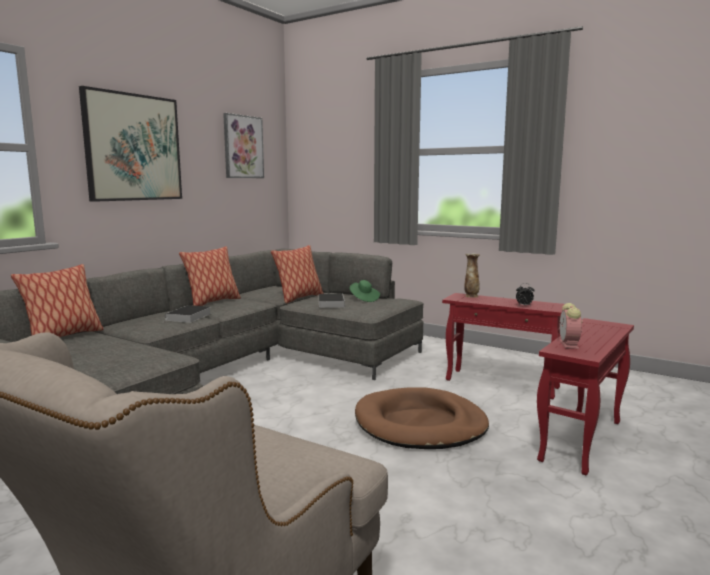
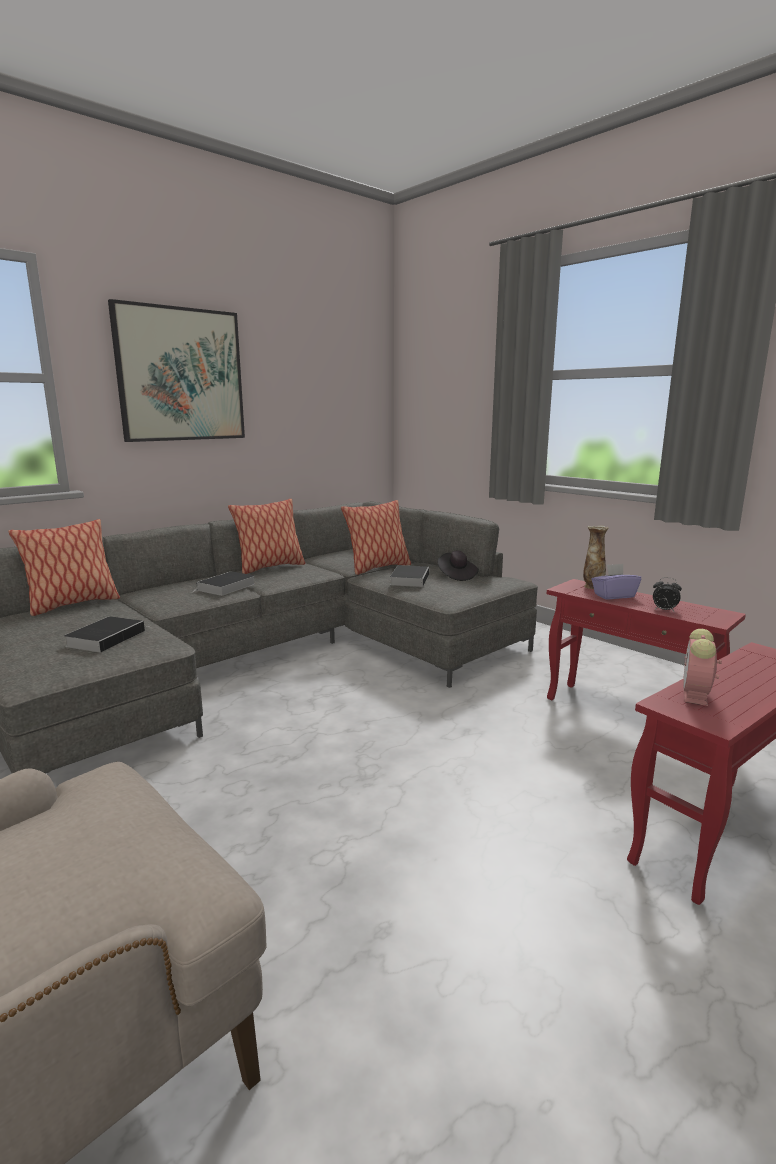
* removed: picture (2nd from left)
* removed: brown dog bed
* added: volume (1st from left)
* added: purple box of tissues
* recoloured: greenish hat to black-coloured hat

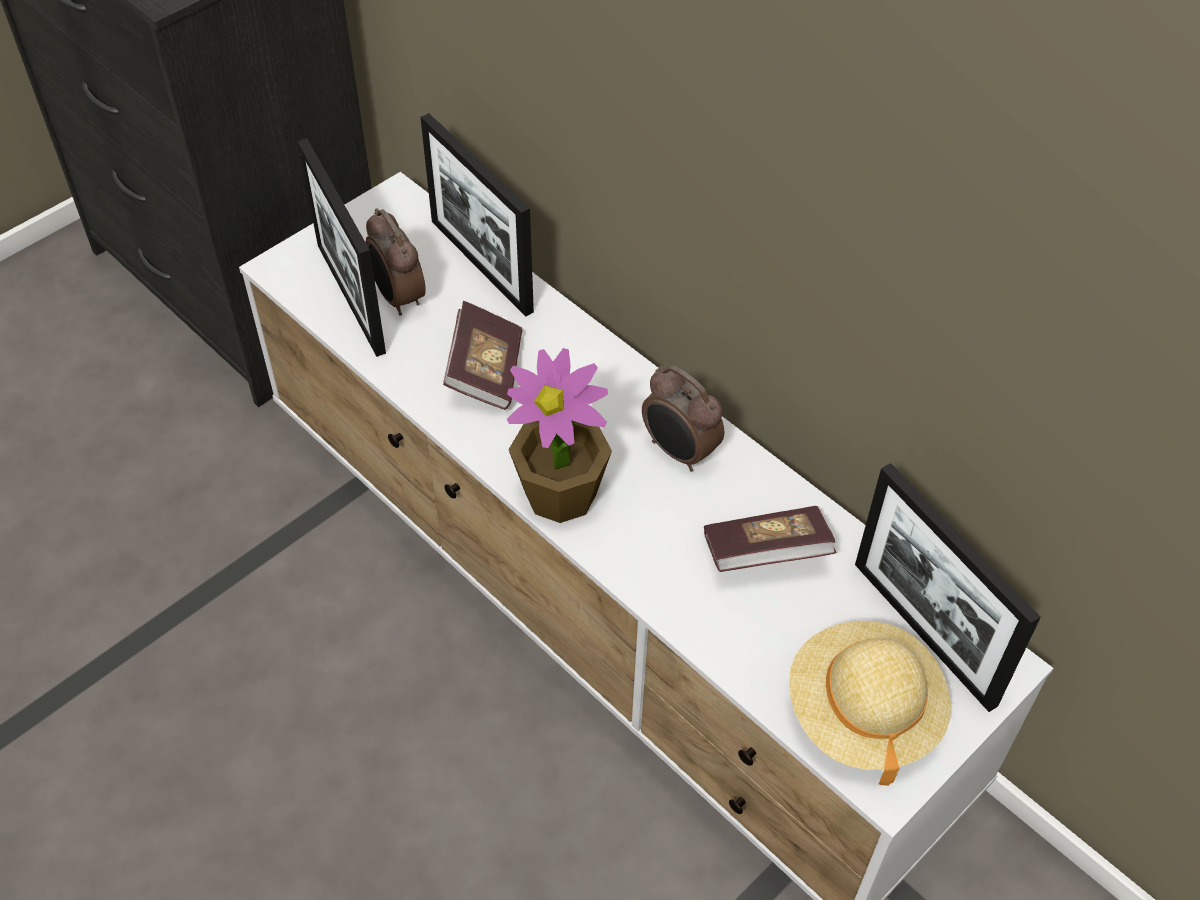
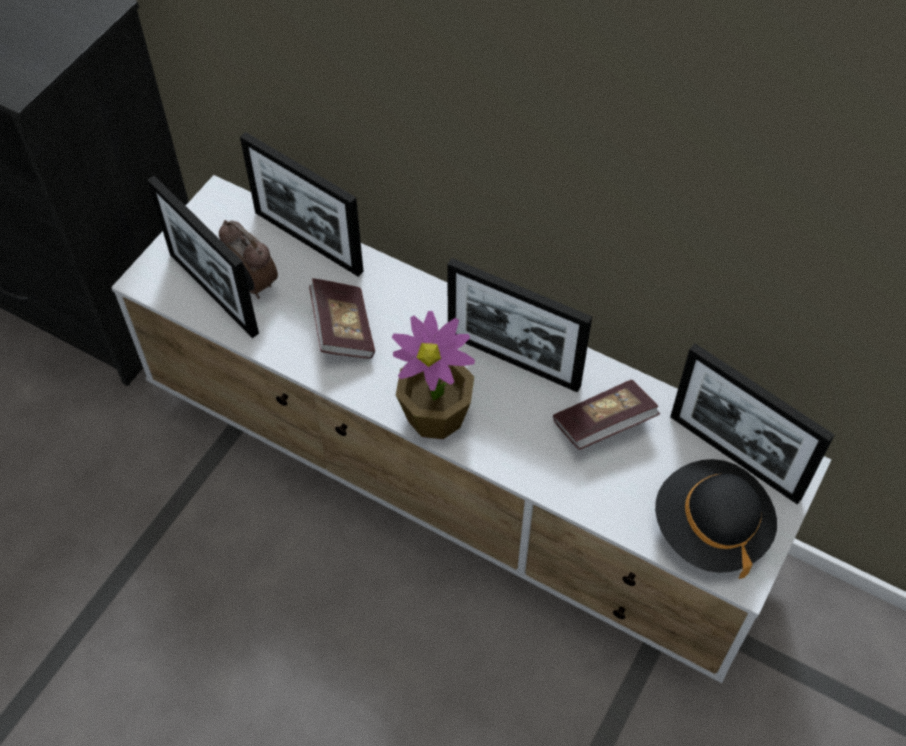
* replaced: table clock (2nd from left) to standing frame (3rd from left)
* recoloured: beige-coloured hat to black-coloured hat

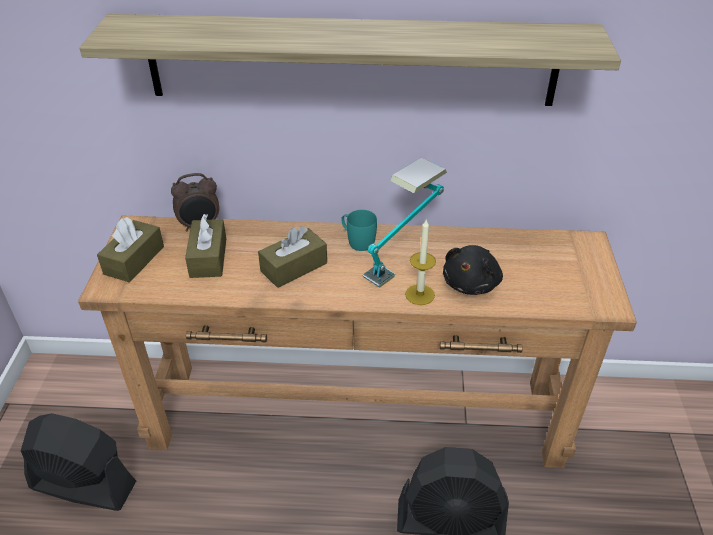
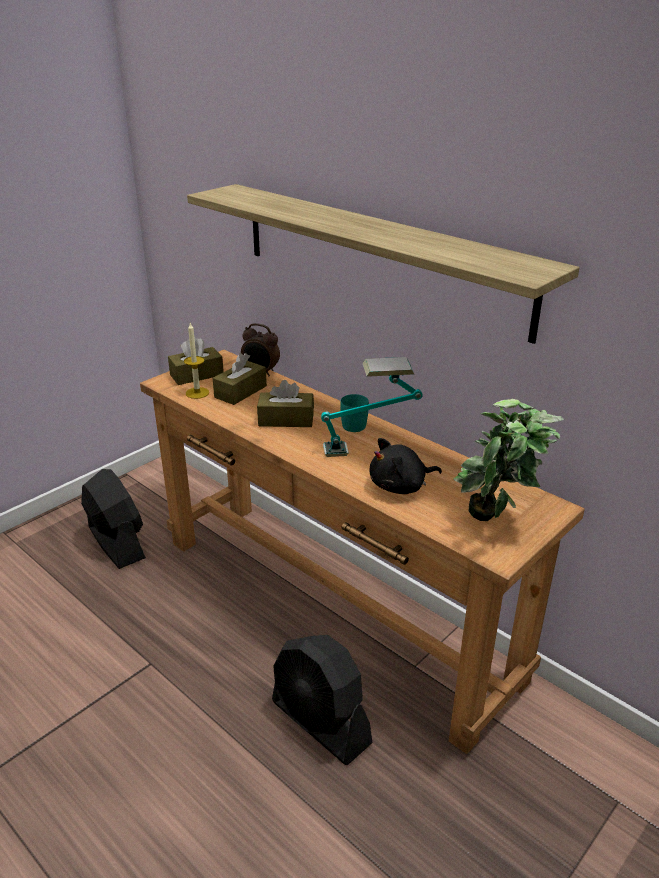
* added: houseplant
* moved: wax light

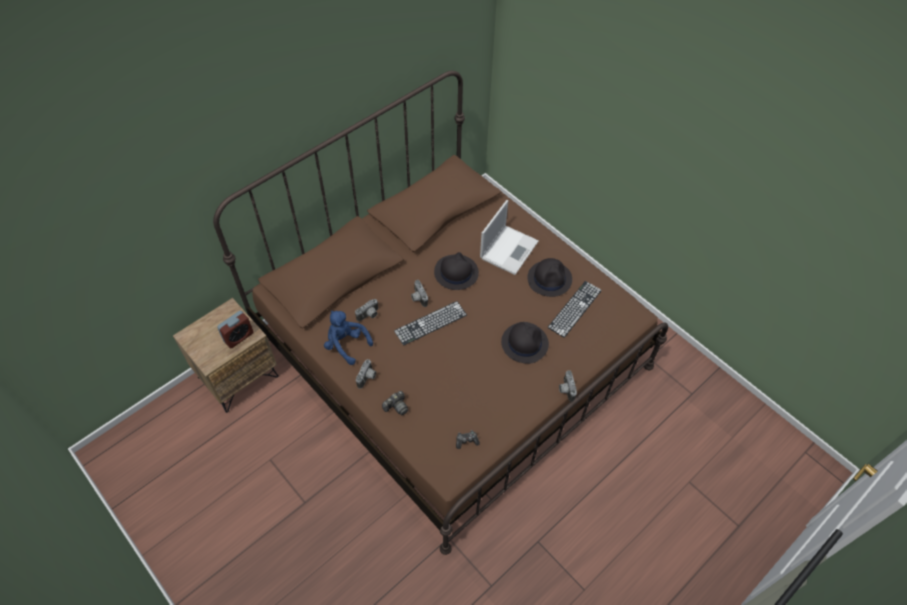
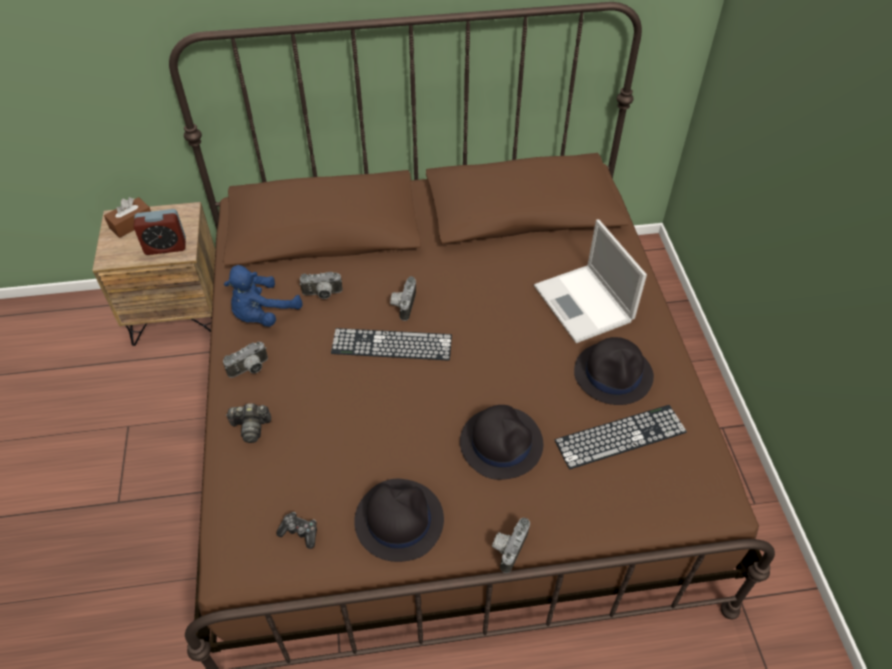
* added: brown box of tissues
* moved: black-coloured hat (1st from left)
* turned: blue-coloured plush toy 120 degrees counterclockwise
* turned: notebook computer 90 degrees clockwise

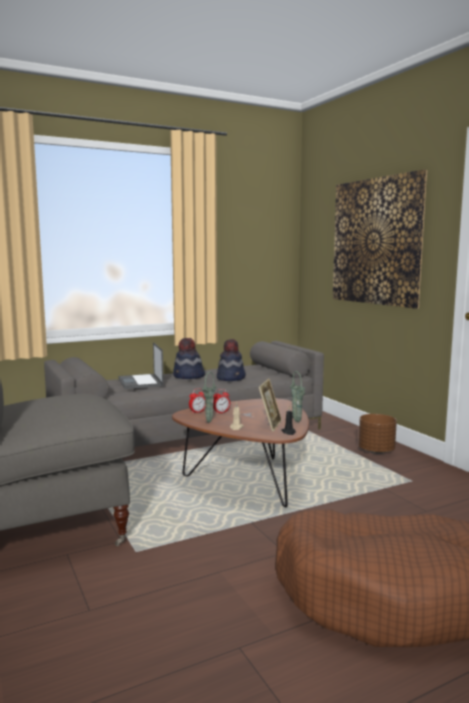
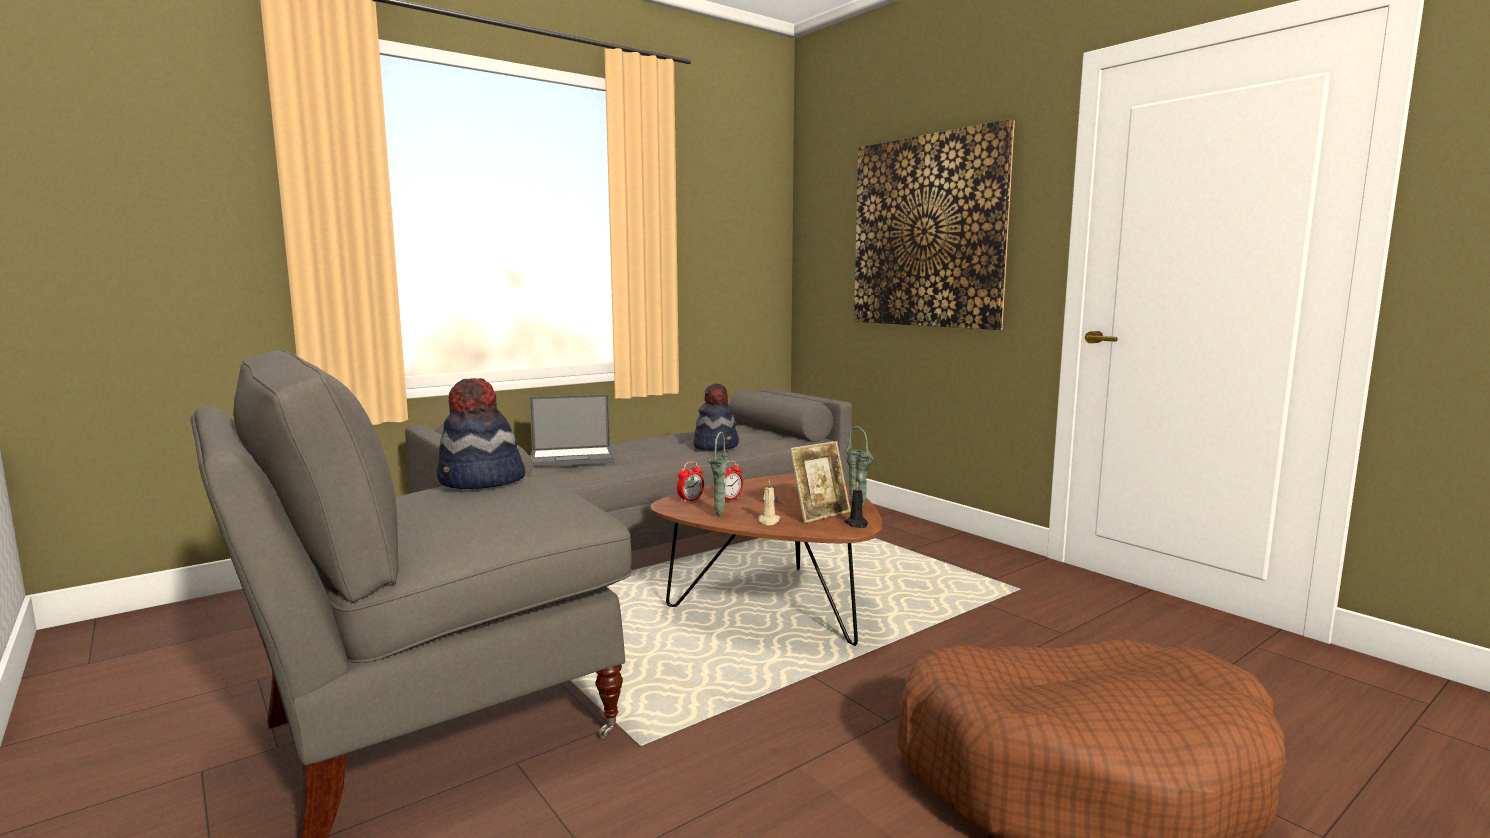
* removed: brown plant pot
* moved: hat (1st from left)
* turned: notebook computer 75 degrees counterclockwise
* turned: standing frame 45 degrees clockwise

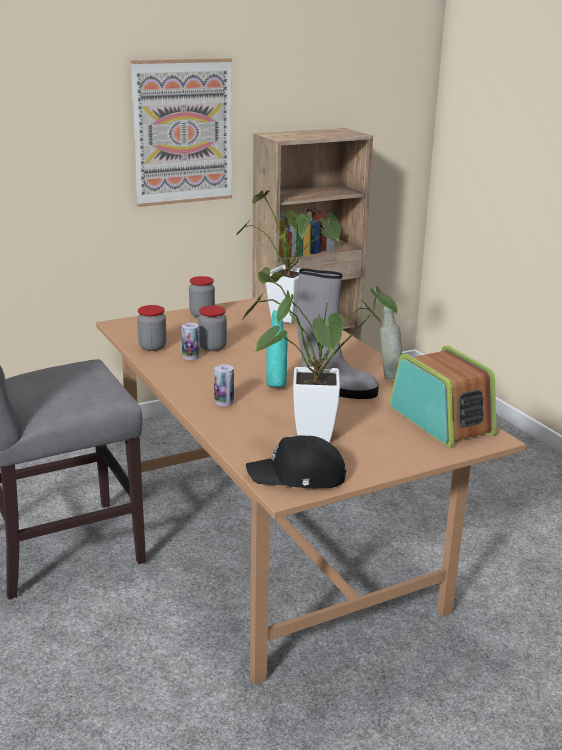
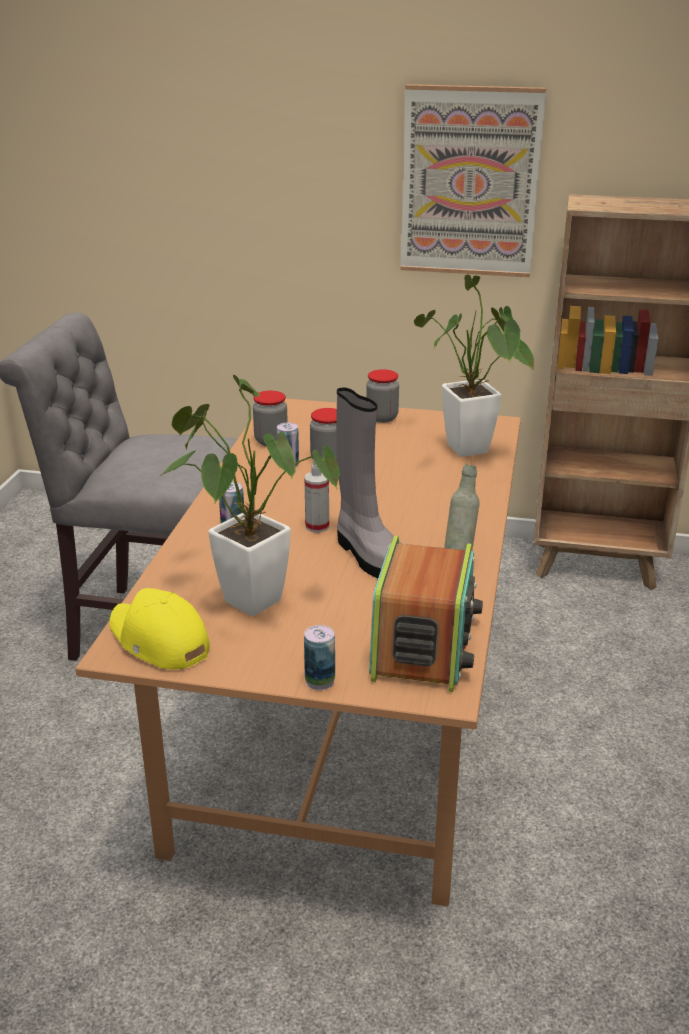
* added: sealed can (3rd from left)
* replaced: blue-green bottle to sprayer
* recoloured: black-coloured peaked cap to yellow-coloured peaked cap

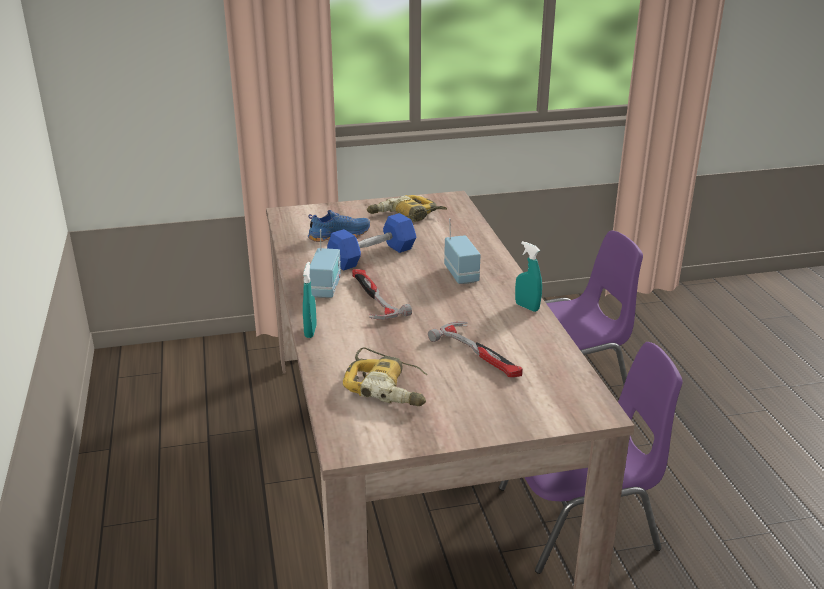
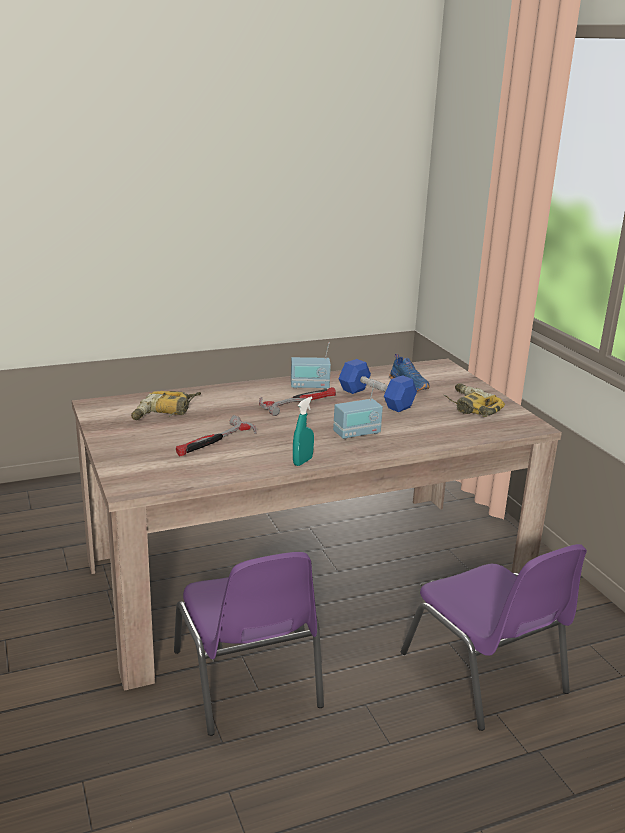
* removed: blue-green sprayer (1st from left)

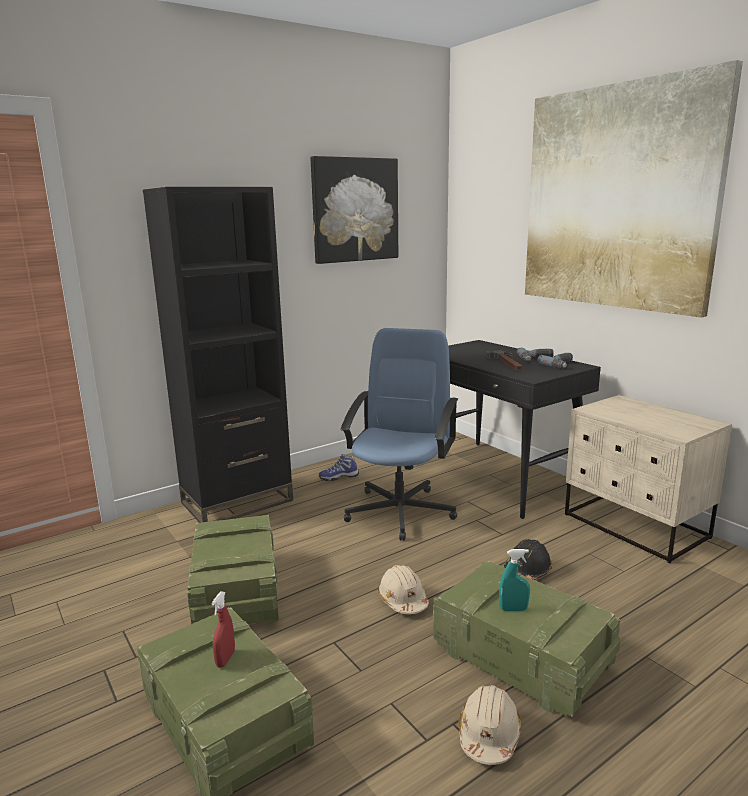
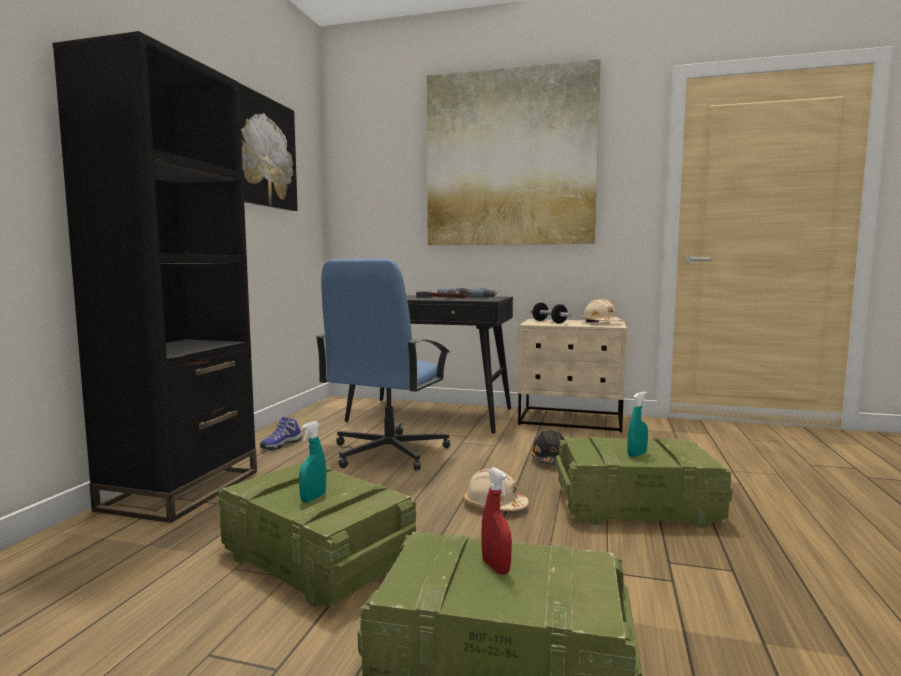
* added: blue-green sprayer (1st from left)
* added: dumbbell
* moved: beige-coloured hard hat (2nd from left)
* turned: blue-coloured office chair 135 degrees counterclockwise

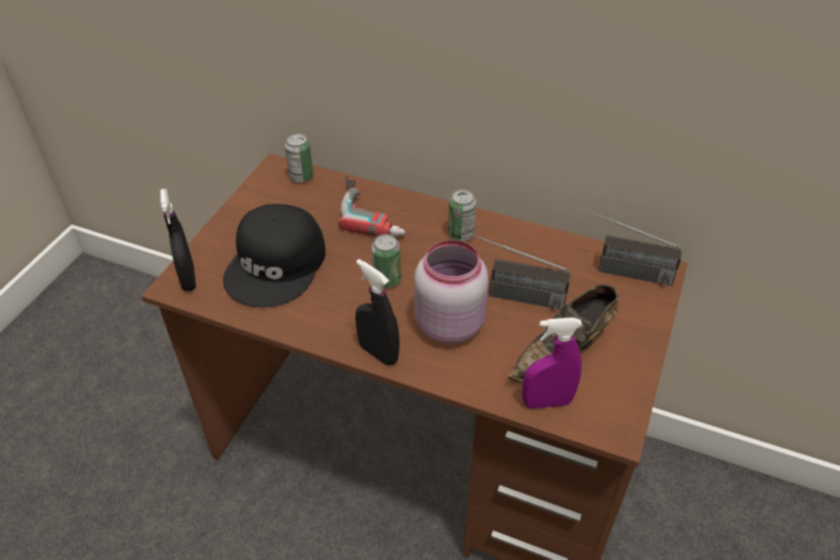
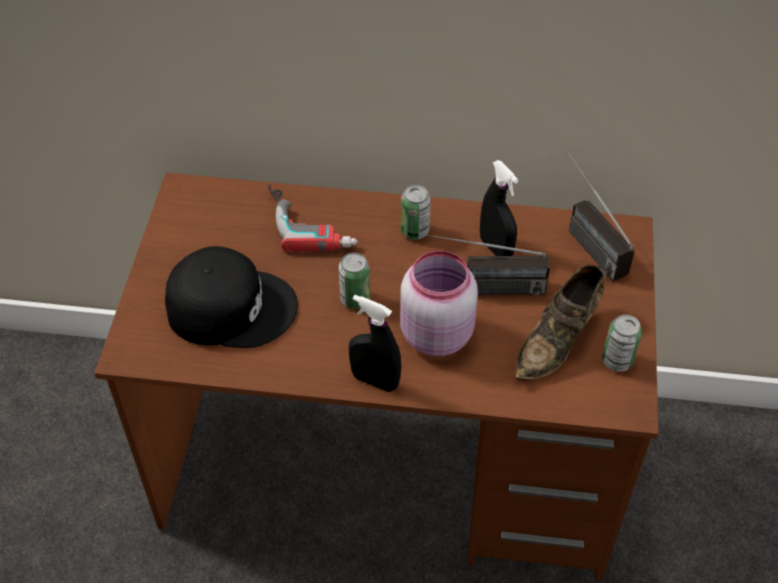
* removed: purple sprayer
* moved: black-coloured sprayer (1st from left in the first image) to black-coloured sprayer (2nd from left)
* moved: sealed can (1st from left in the first image) to sealed can (3rd from left)
* turned: black-coloured peaked cap 90 degrees counterclockwise
* turned: radio receiver (2nd from left) 60 degrees clockwise

